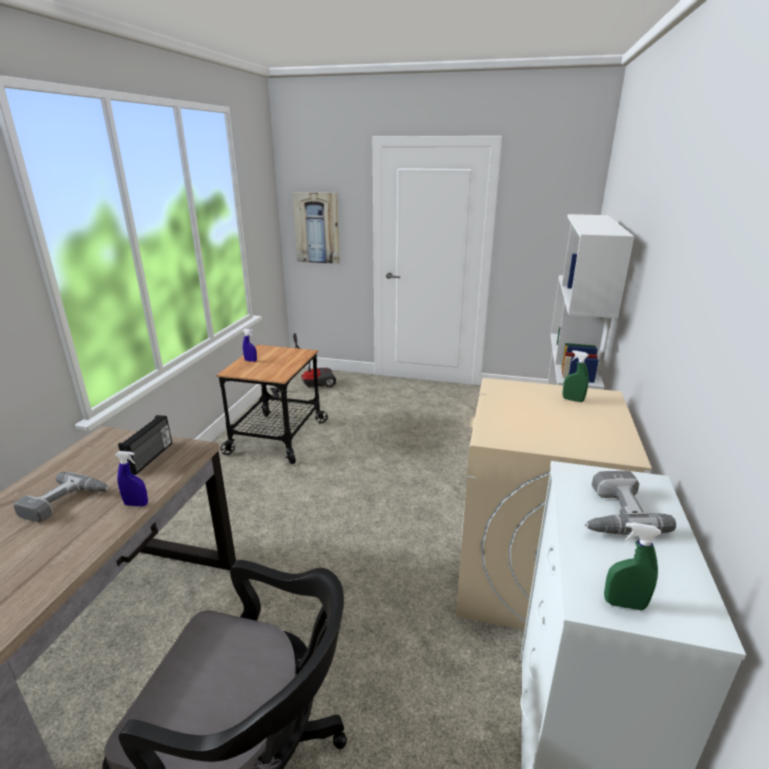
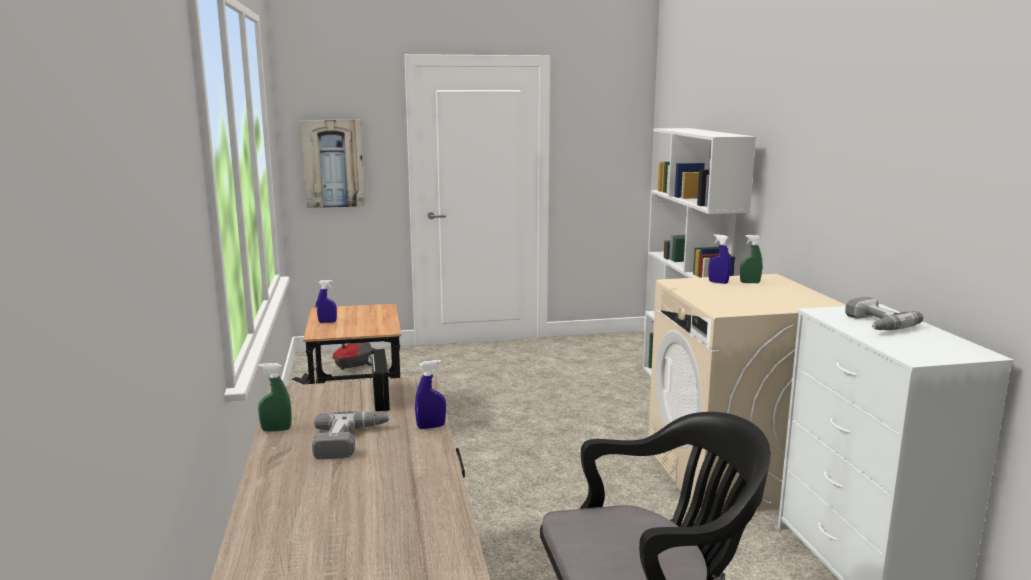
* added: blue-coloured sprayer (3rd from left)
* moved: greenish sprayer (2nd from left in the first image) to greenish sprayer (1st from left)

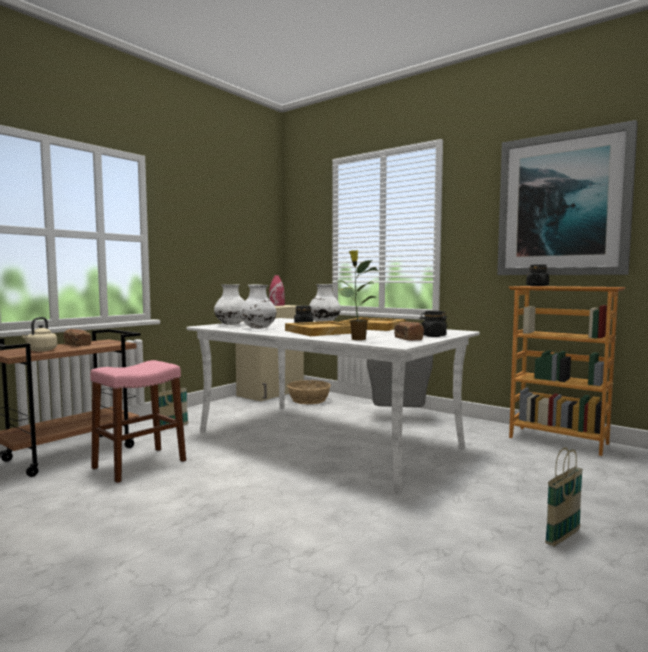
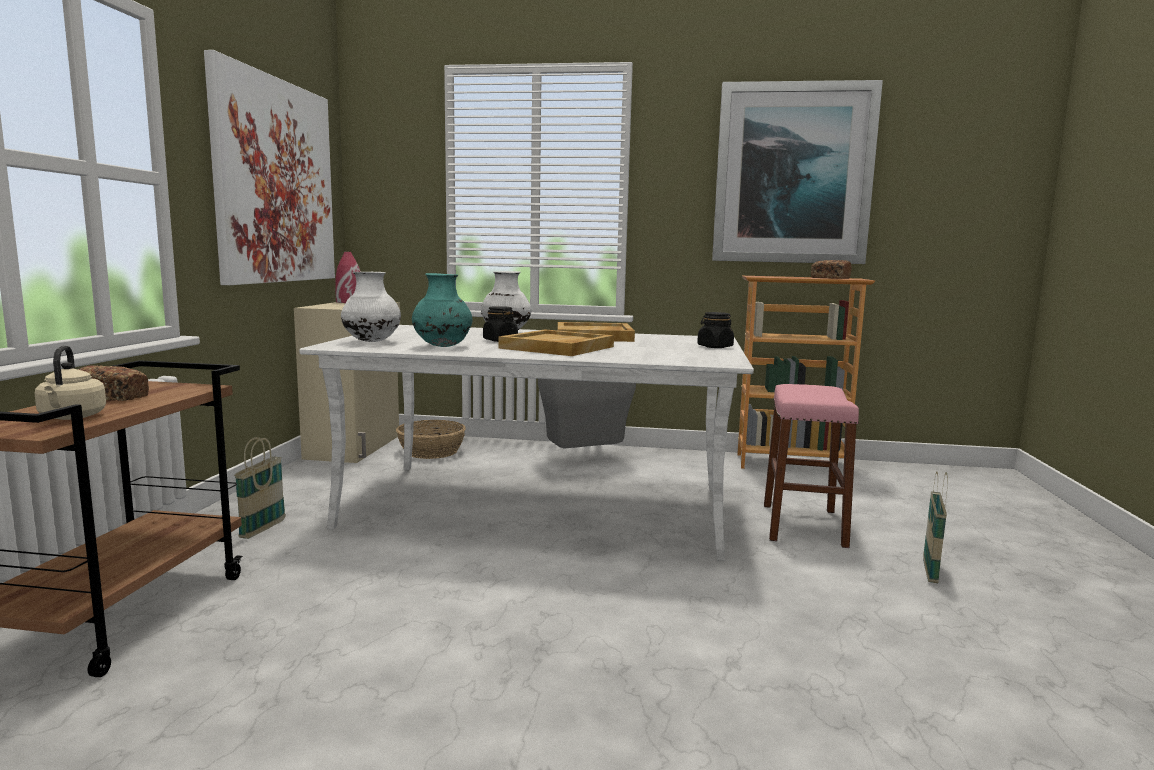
* removed: houseplant
* removed: black-coloured preserve jar (3rd from left)
* added: picture (1st from left)
* moved: pinkish stool
* moved: baked bread (2nd from left)
* recoloured: white-coloured vase (2nd from left) to blue-green vase

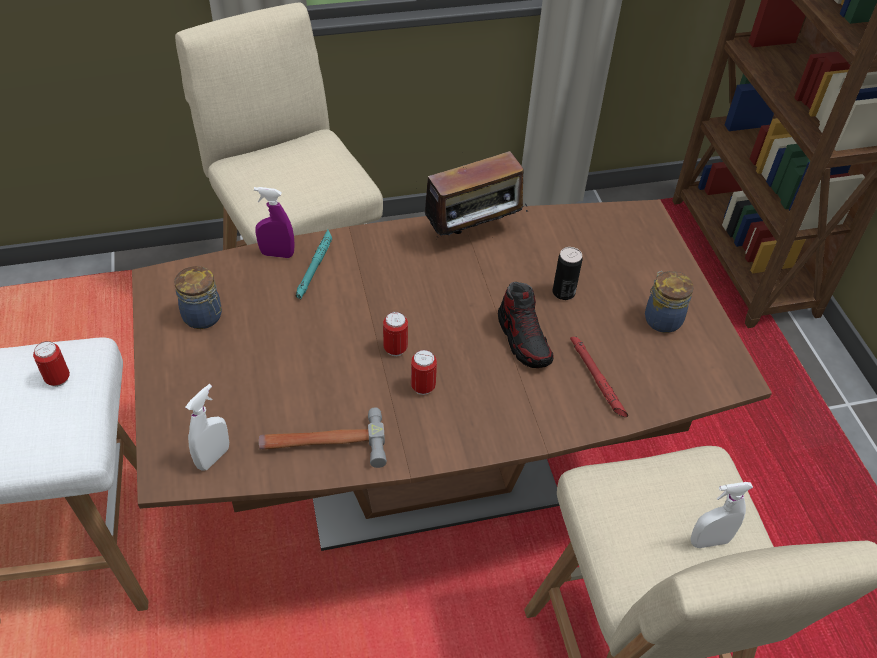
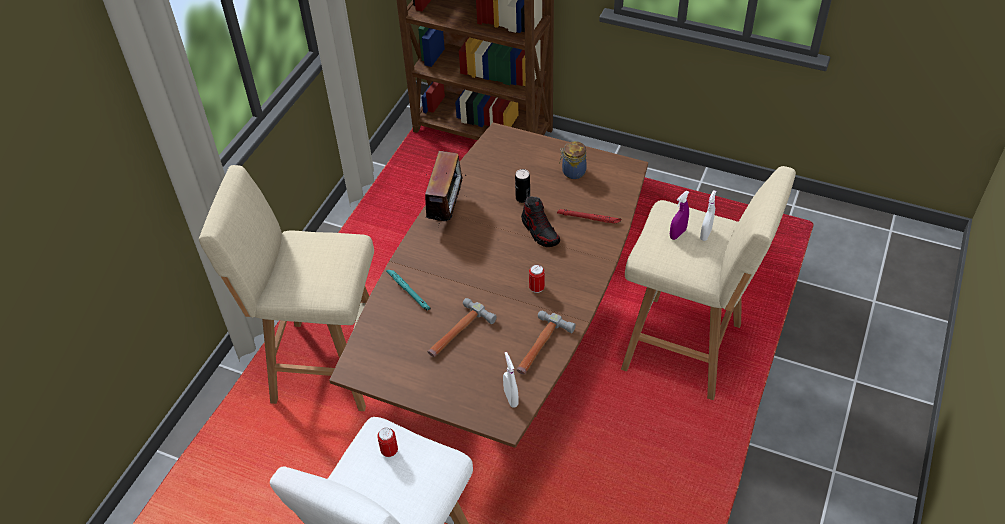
* removed: preserve jar (1st from left)
* removed: sealed can (2nd from left)
* added: tool hammer (1st from left)
* moved: purple sprayer
* turned: low shoe 45 degrees clockwise

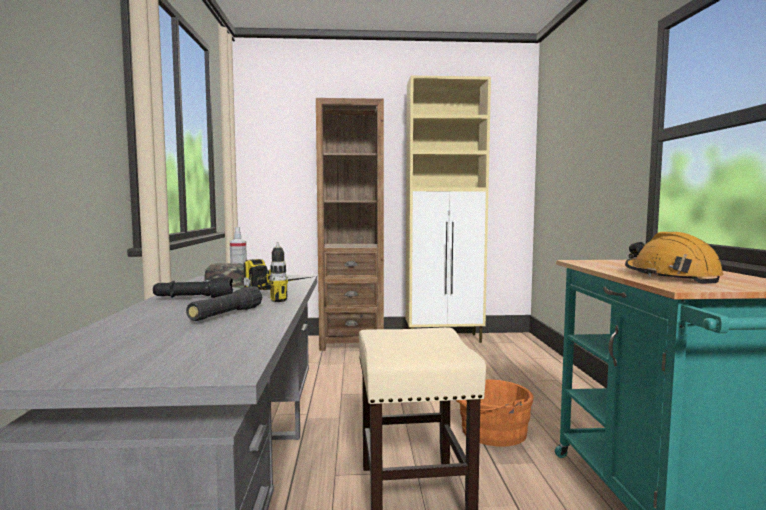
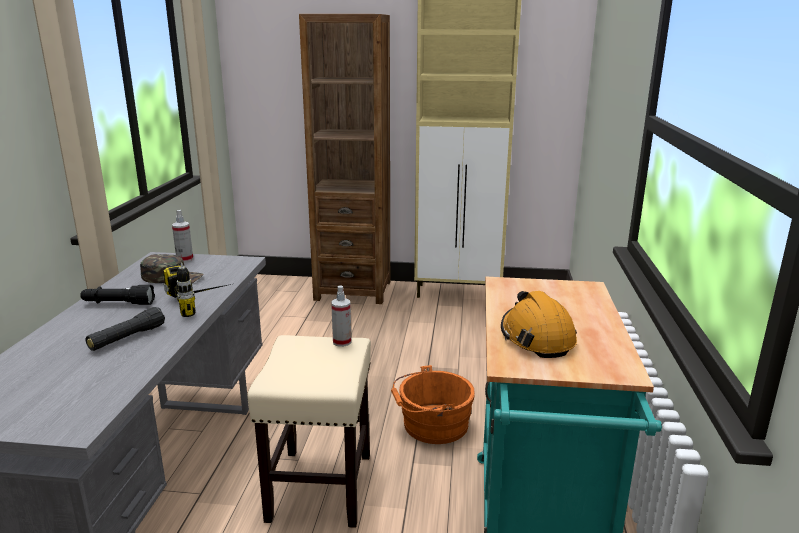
* added: sprayer (2nd from left)

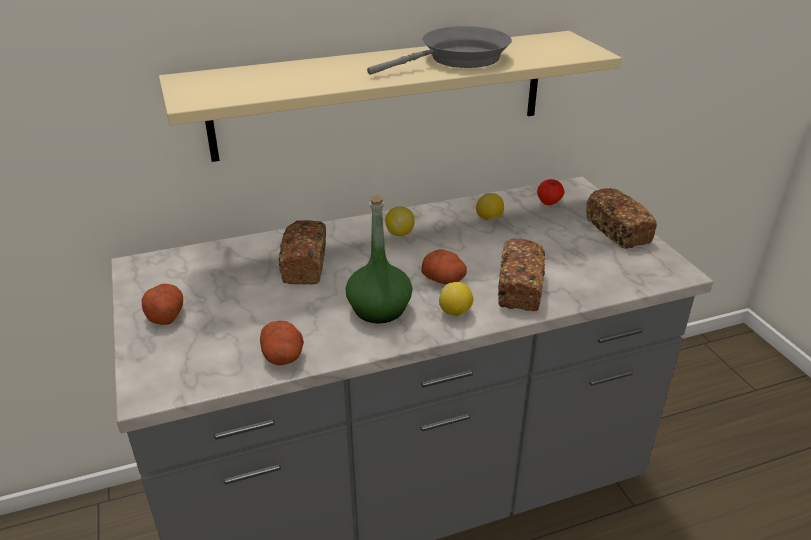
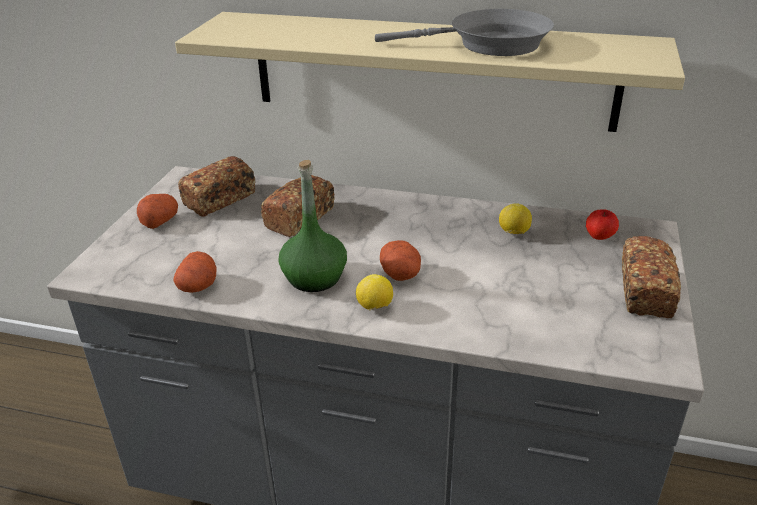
* removed: whole lemon (1st from left)
* moved: baked bread (2nd from left in the first image) to baked bread (1st from left)

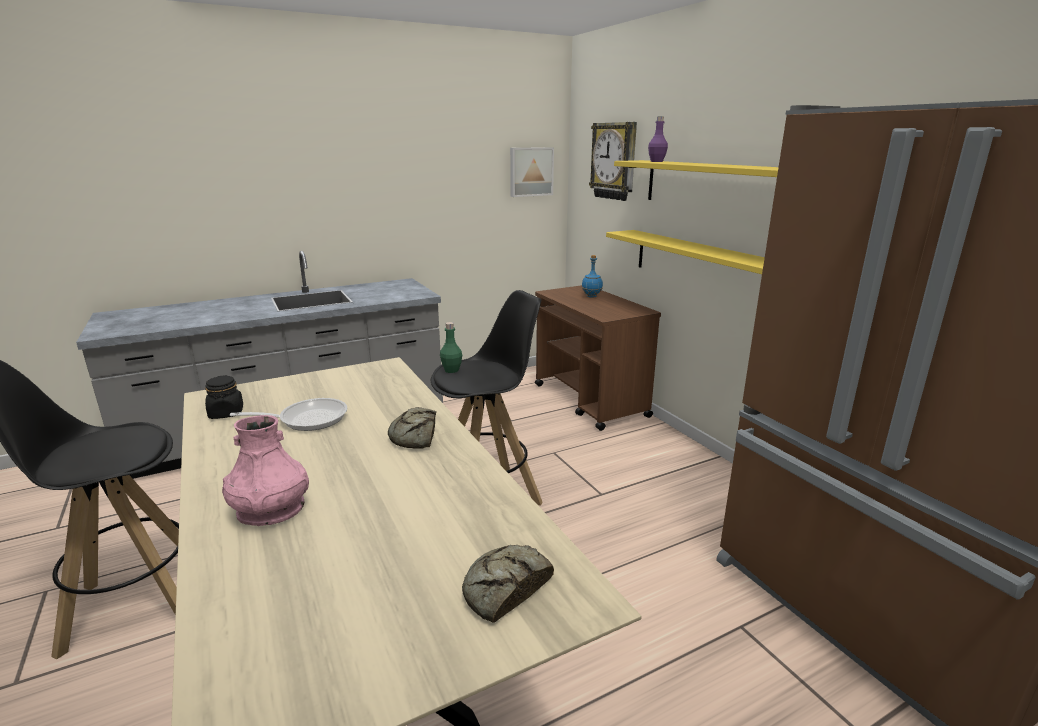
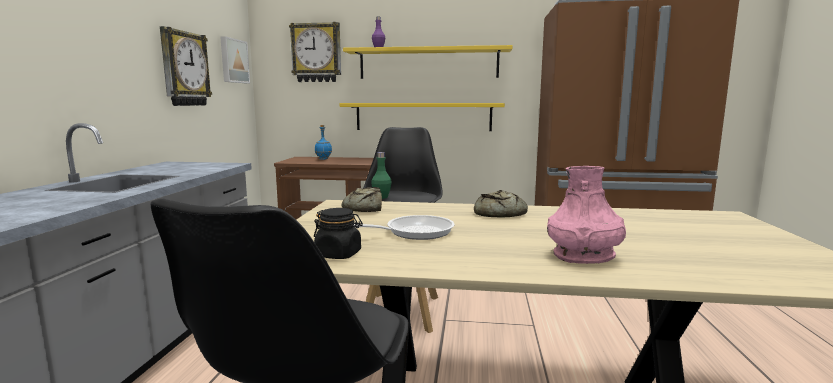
* added: hanging clock (1st from left)
* moved: baked bread (2nd from left in the first image) to baked bread (1st from left)
* turned: frying pan 45 degrees clockwise

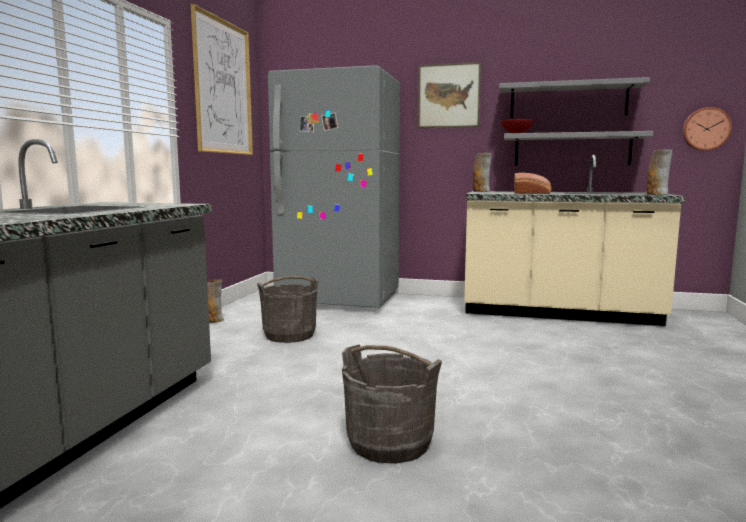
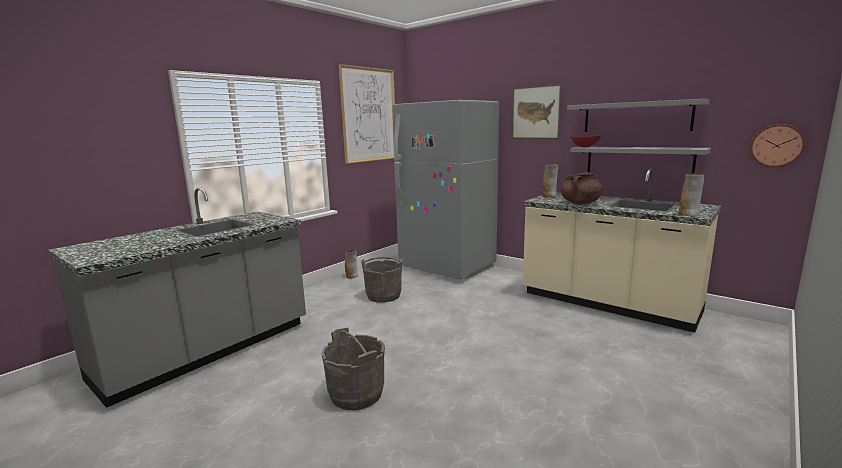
* replaced: baked bread to brown cooking pot

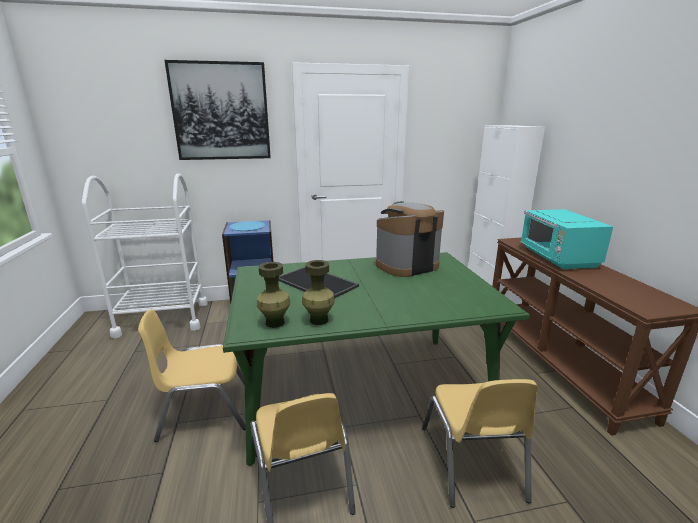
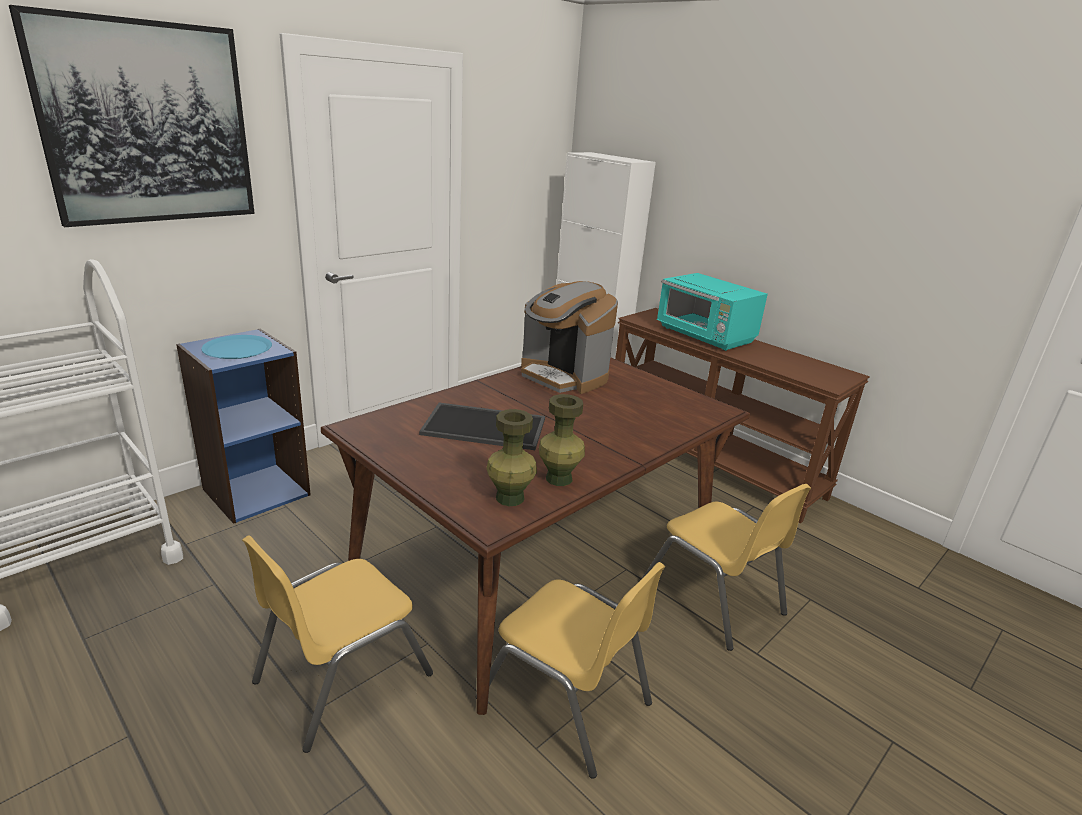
* recoloured: greenish kitchen table to brown kitchen table
* turned: coffee machine 75 degrees counterclockwise

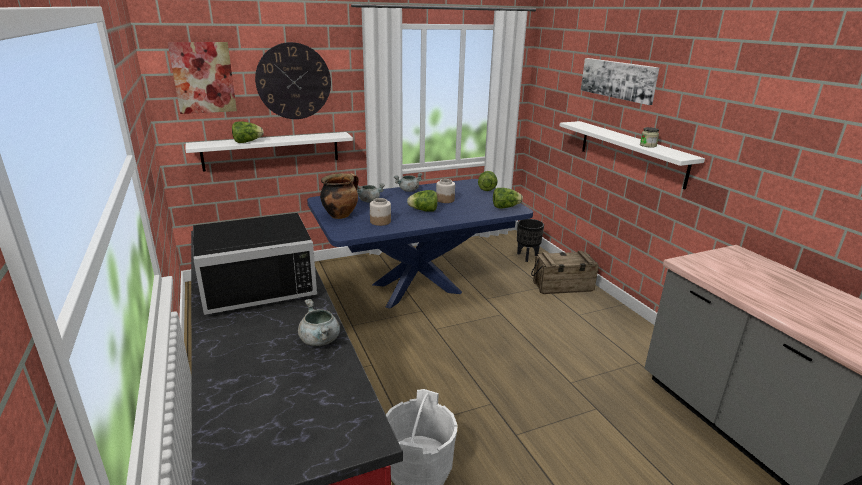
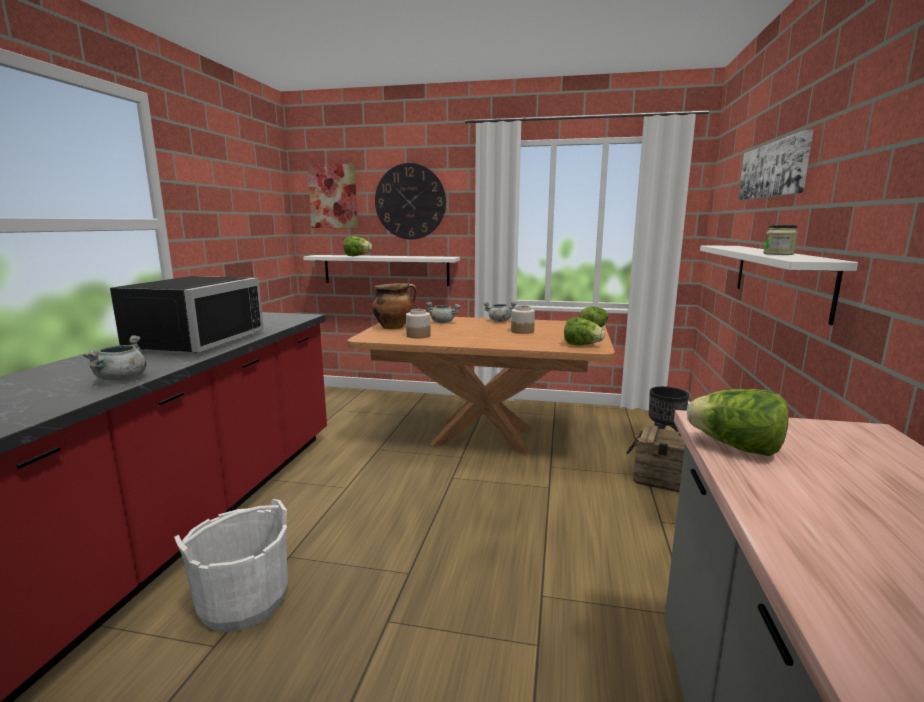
* moved: head of lettuce (2nd from left in the first image) to head of lettuce (4th from left)
* recoloured: blue-coloured kitchen table to brown kitchen table
* turned: black-coloured microwave oven 90 degrees counterclockwise

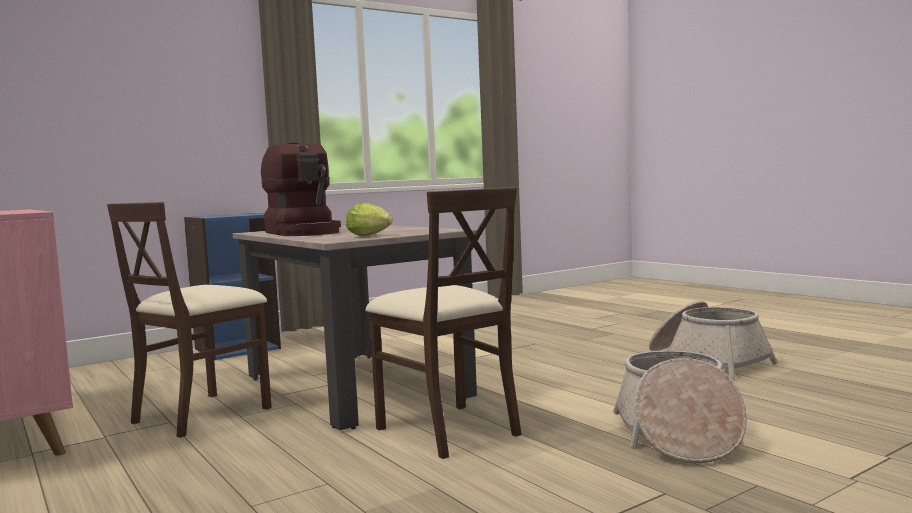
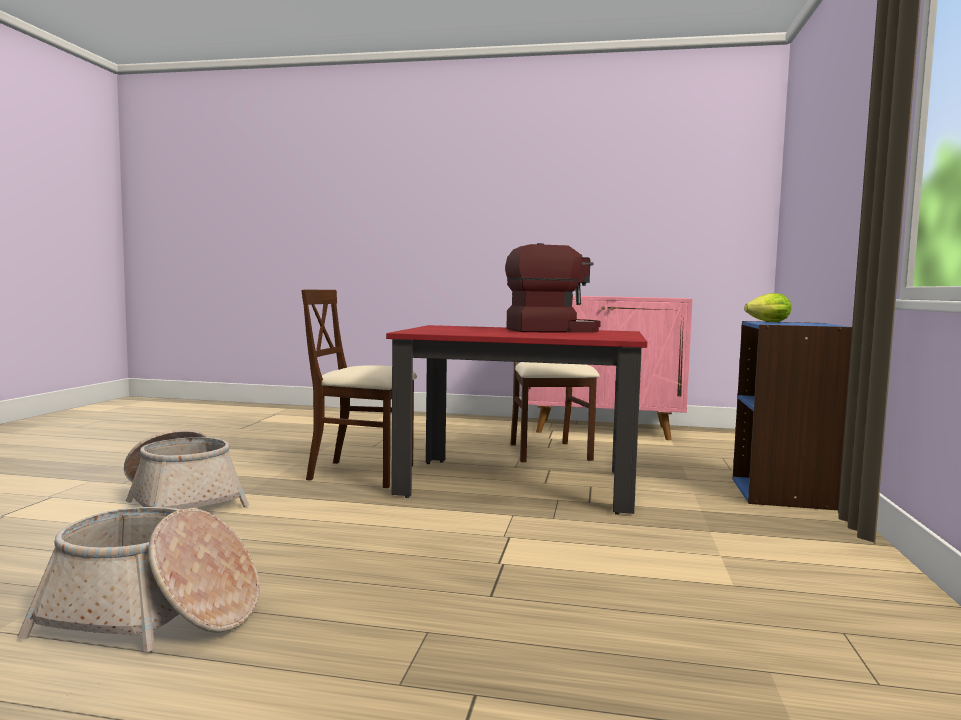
* moved: head of lettuce
* recoloured: beige-coloured kitchen table to red kitchen table
* turned: coffee machine 150 degrees clockwise

